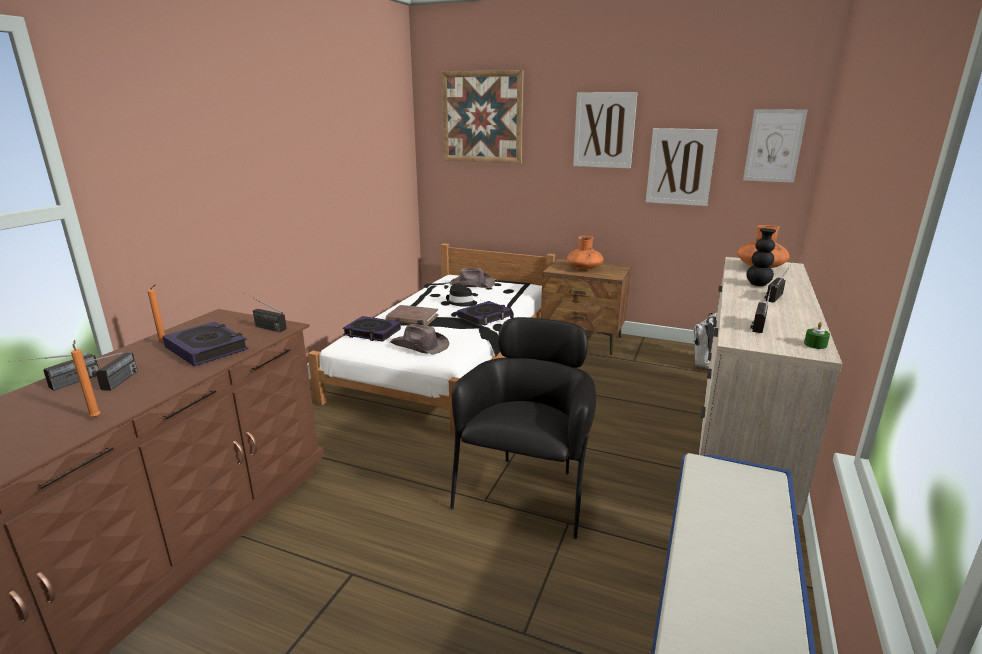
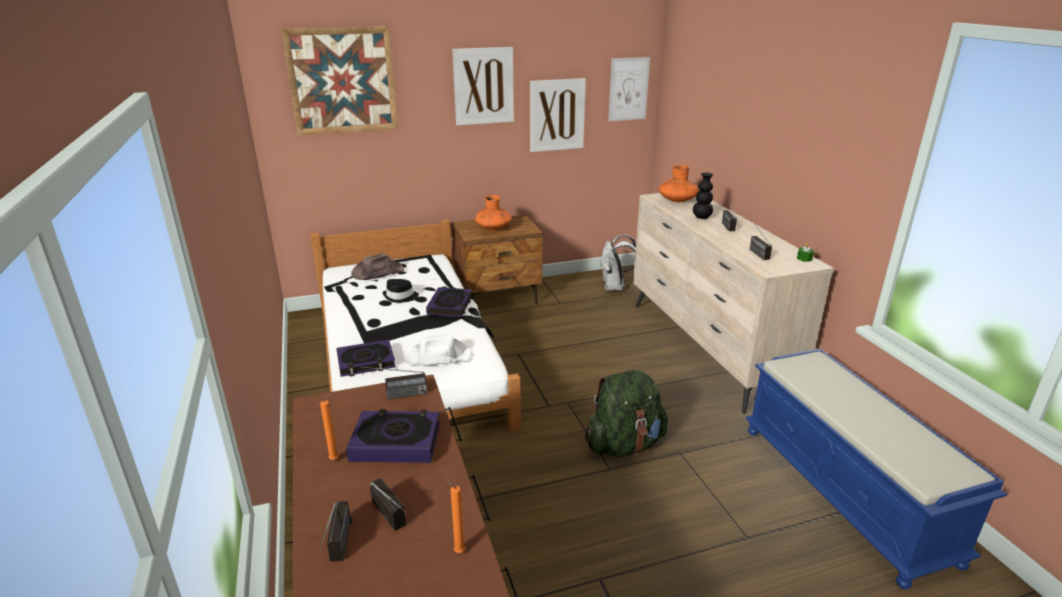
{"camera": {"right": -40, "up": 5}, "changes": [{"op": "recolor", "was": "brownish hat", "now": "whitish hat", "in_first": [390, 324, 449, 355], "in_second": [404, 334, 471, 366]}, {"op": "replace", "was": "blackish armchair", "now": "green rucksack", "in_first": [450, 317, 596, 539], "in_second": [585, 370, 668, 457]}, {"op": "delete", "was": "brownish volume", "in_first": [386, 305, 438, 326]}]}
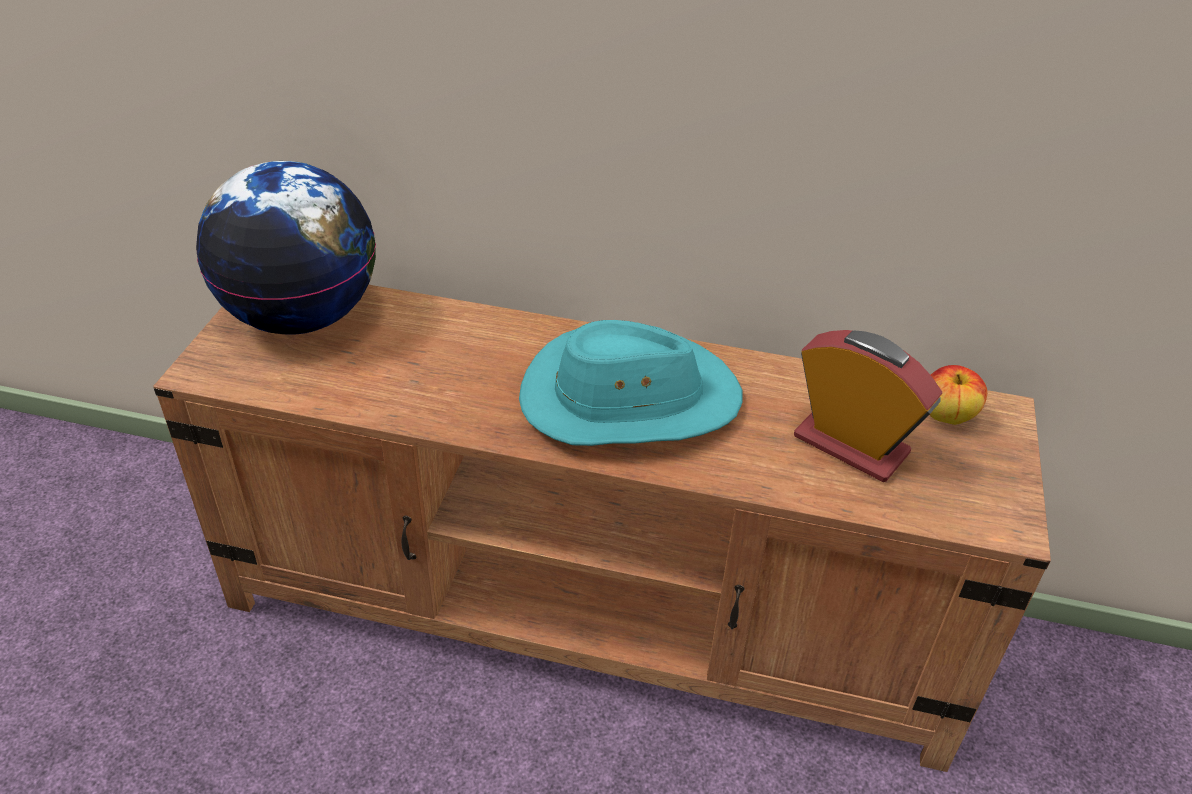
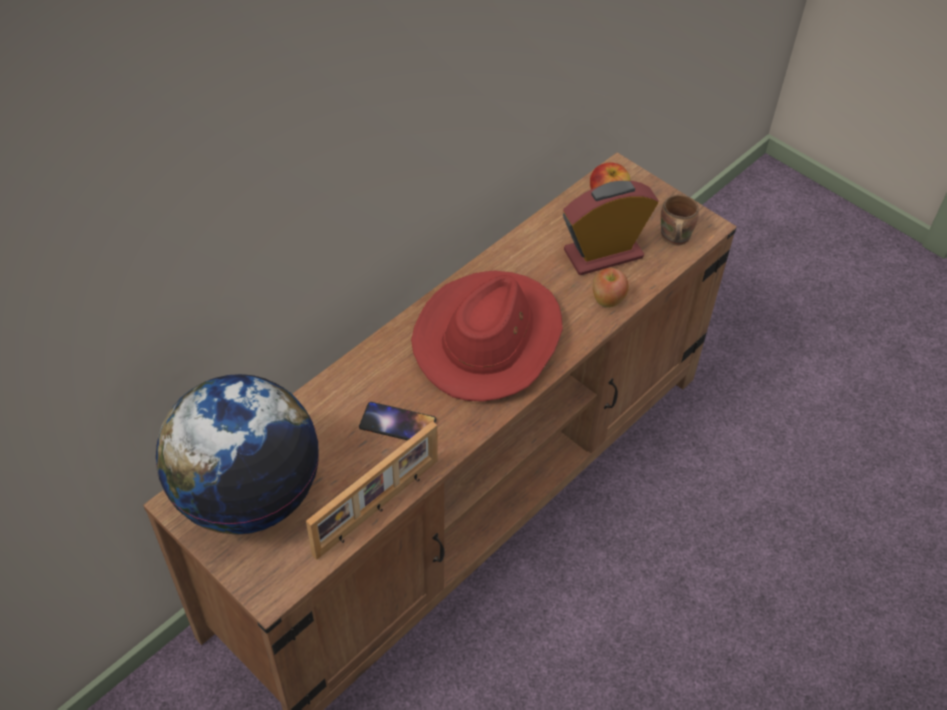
{"camera": {"right": -60, "up": 10}, "changes": [{"op": "insert", "now": "picture frame", "in_second": [306, 421, 438, 560]}, {"op": "insert", "now": "phone", "in_second": [359, 402, 436, 440]}, {"op": "recolor", "was": "turquoise-coloured hat", "now": "reddish hat", "in_first": [519, 320, 743, 446], "in_second": [411, 271, 563, 402]}, {"op": "insert", "now": "apple", "in_second": [593, 268, 629, 308]}, {"op": "insert", "now": "brownish tea mug", "in_second": [661, 195, 699, 245]}]}
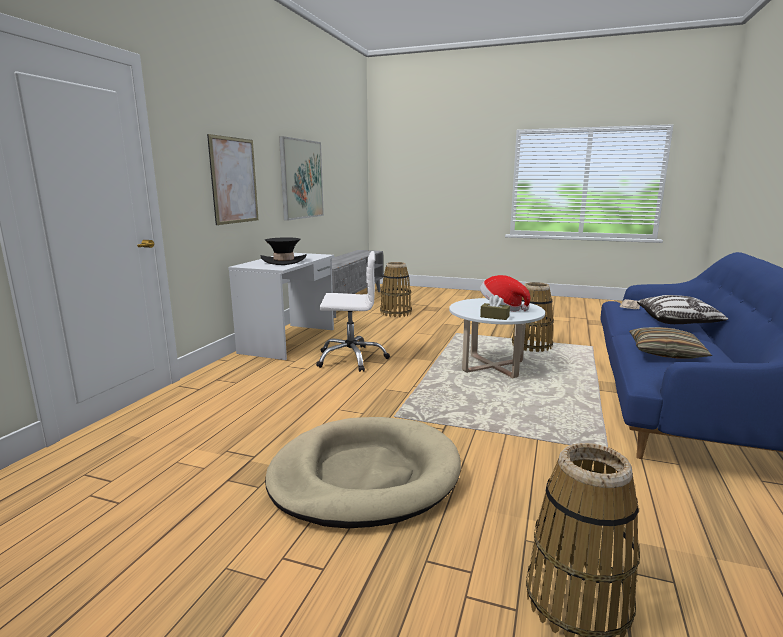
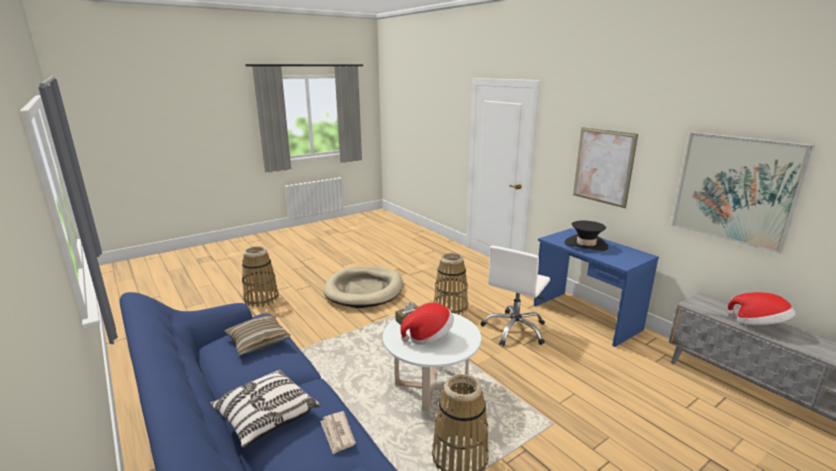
{"camera": {"right": 125, "up": 5}, "changes": [{"op": "move", "was": "household basket", "in_first": [380, 262, 412, 317], "in_second": [433, 253, 468, 315]}, {"op": "recolor", "was": "whitish desk", "now": "blue-coloured desk", "in_first": [228, 253, 334, 360], "in_second": [534, 228, 659, 347]}, {"op": "insert", "now": "hat", "in_second": [727, 292, 796, 325]}]}
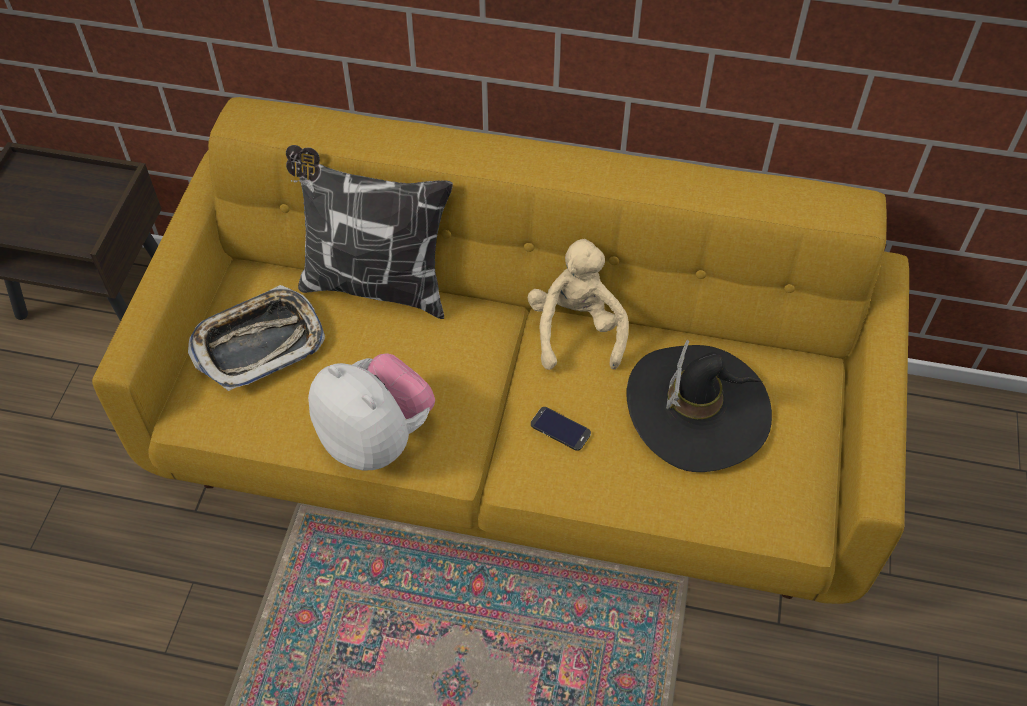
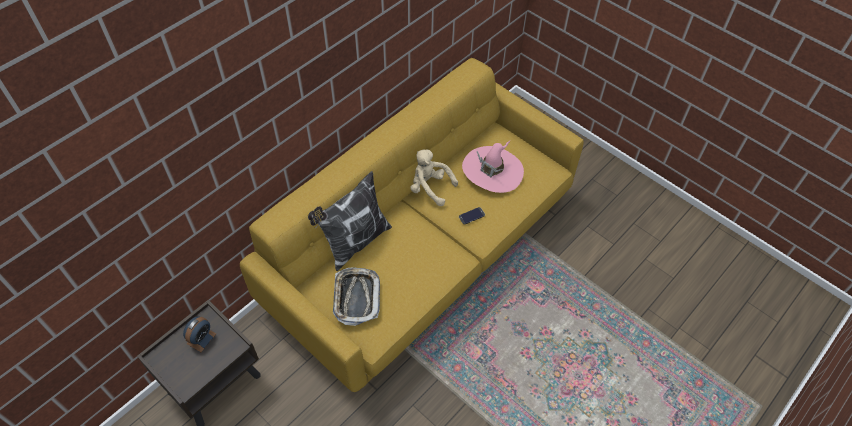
{"camera": {"right": -60, "up": 0}, "changes": [{"op": "insert", "now": "bedside clock", "in_second": [183, 317, 216, 352]}, {"op": "recolor", "was": "blackish hat", "now": "pinkish hat", "in_first": [627, 340, 772, 472], "in_second": [462, 140, 524, 193]}, {"op": "delete", "was": "cuddly toy", "in_first": [308, 353, 435, 470]}]}
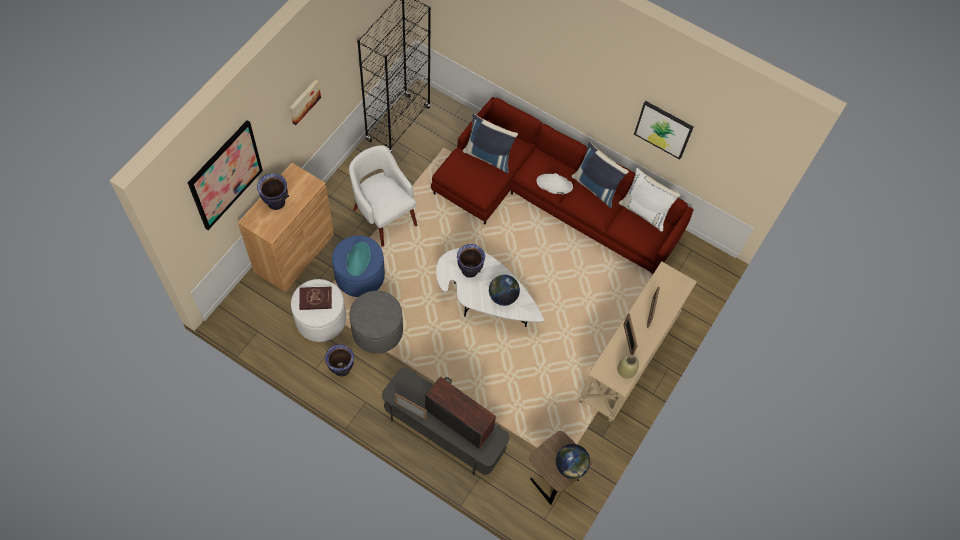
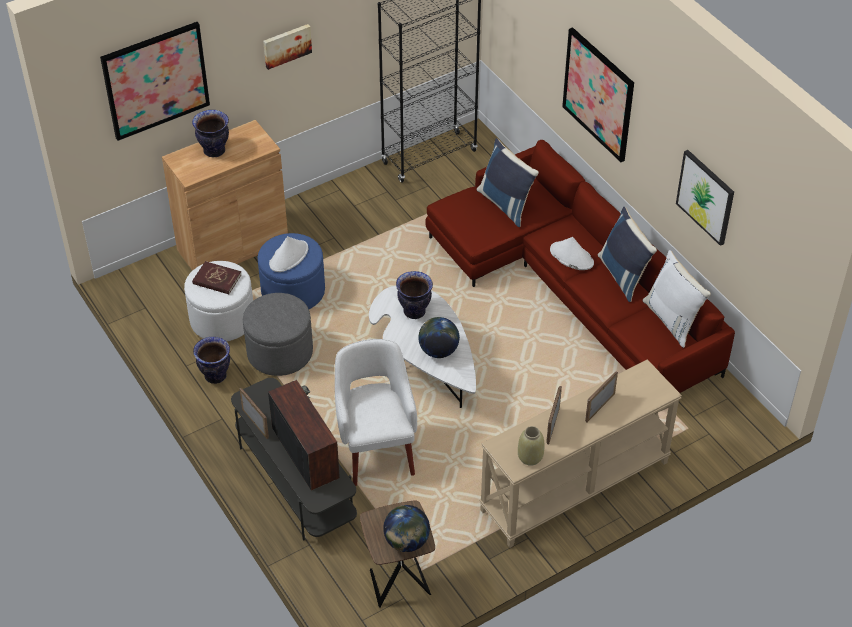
{"camera": {"right": 30, "up": -15}, "changes": [{"op": "recolor", "was": "turquoise-coloured hat", "now": "whitish hat", "in_first": [346, 242, 371, 276], "in_second": [269, 236, 308, 272]}, {"op": "move", "was": "whitish armchair", "in_first": [349, 145, 417, 247], "in_second": [335, 339, 417, 486]}, {"op": "insert", "now": "wall art", "in_second": [562, 27, 634, 162]}]}
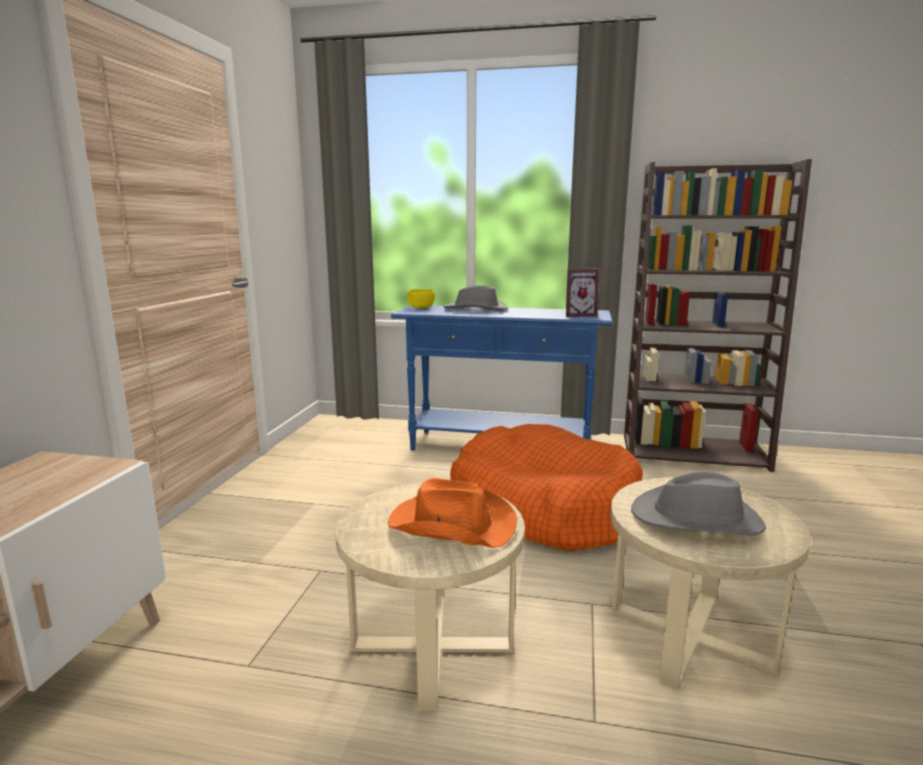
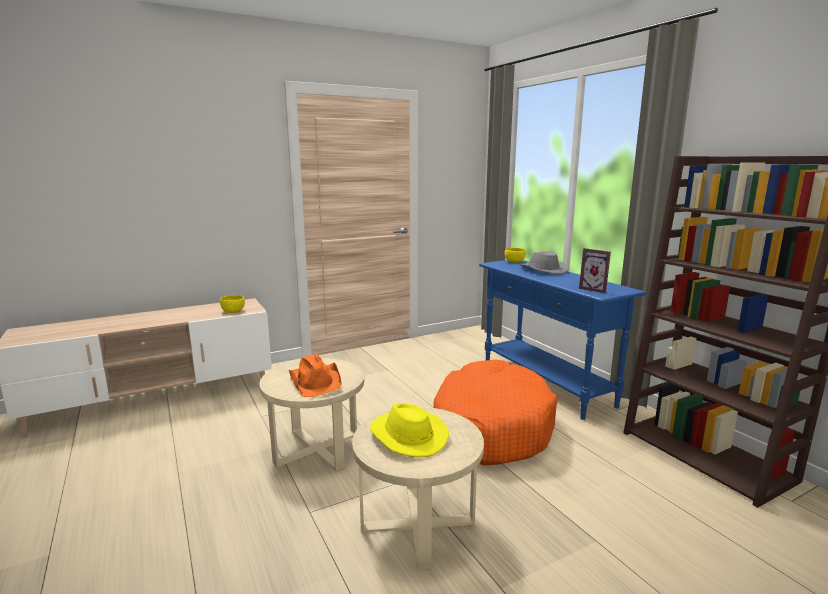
{"camera": {"right": 50, "up": 0}, "changes": [{"op": "insert", "now": "yellowish bowl", "in_second": [220, 295, 245, 313]}, {"op": "recolor", "was": "gray hat", "now": "yellowish hat", "in_first": [631, 472, 766, 536], "in_second": [370, 403, 449, 457]}]}
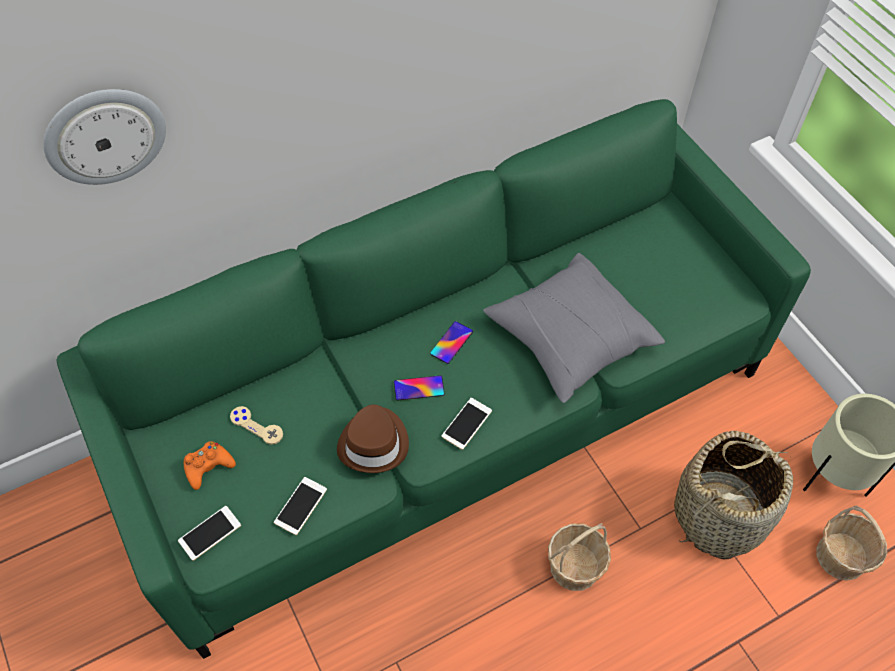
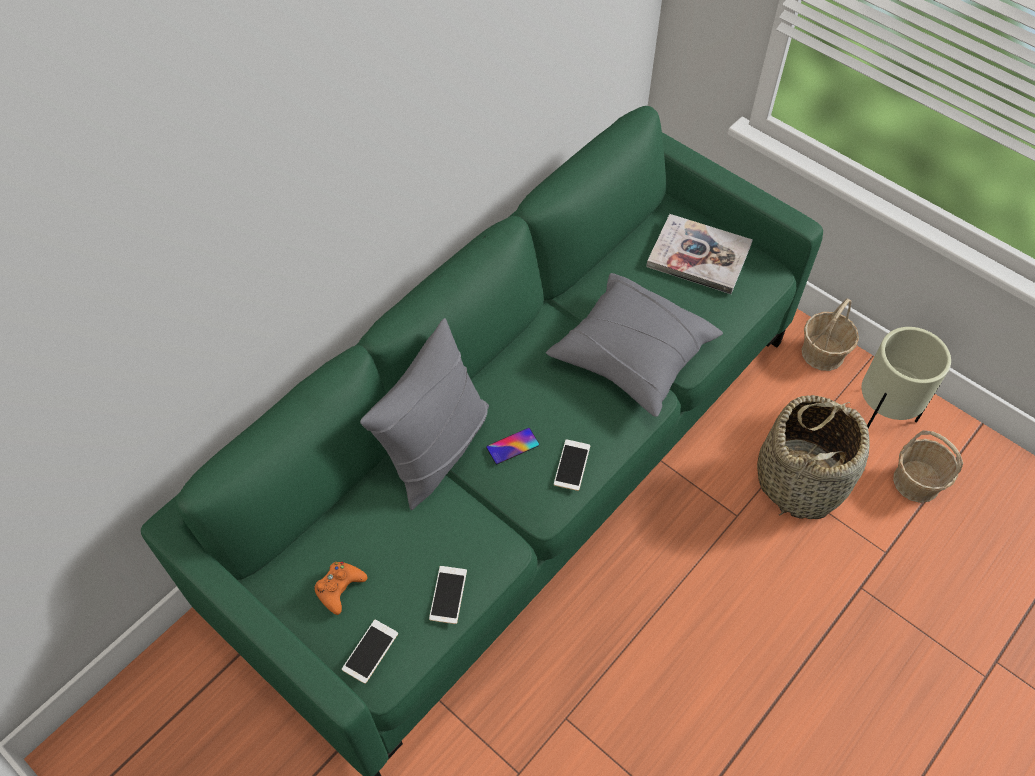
{"camera": {"right": -20, "up": 0}, "changes": [{"op": "insert", "now": "gray cushion", "in_second": [360, 318, 489, 510]}, {"op": "insert", "now": "volume", "in_second": [646, 214, 753, 294]}, {"op": "move", "was": "household basket", "in_first": [548, 523, 611, 591], "in_second": [801, 299, 859, 371]}, {"op": "delete", "was": "hanging clock", "in_first": [43, 89, 166, 185]}, {"op": "delete", "was": "beige-coloured game controller", "in_first": [230, 406, 283, 445]}, {"op": "delete", "was": "brownish hat", "in_first": [337, 405, 409, 473]}, {"op": "delete", "was": "phone", "in_first": [430, 321, 473, 364]}]}
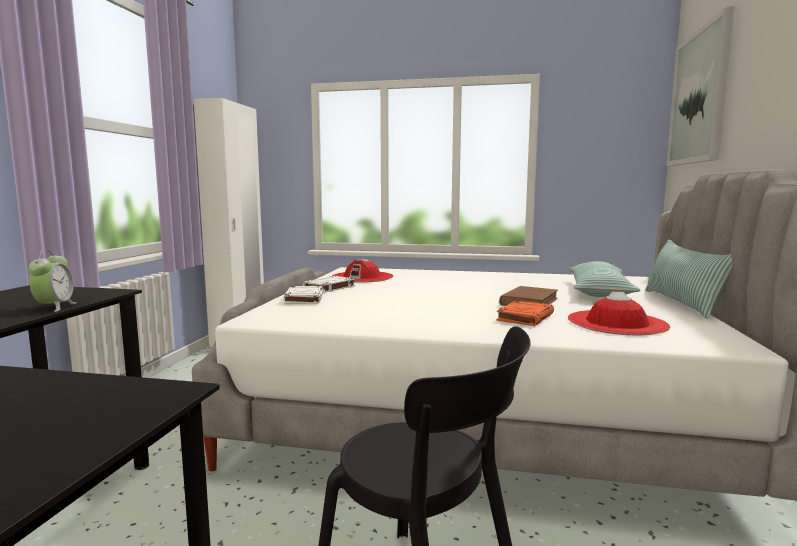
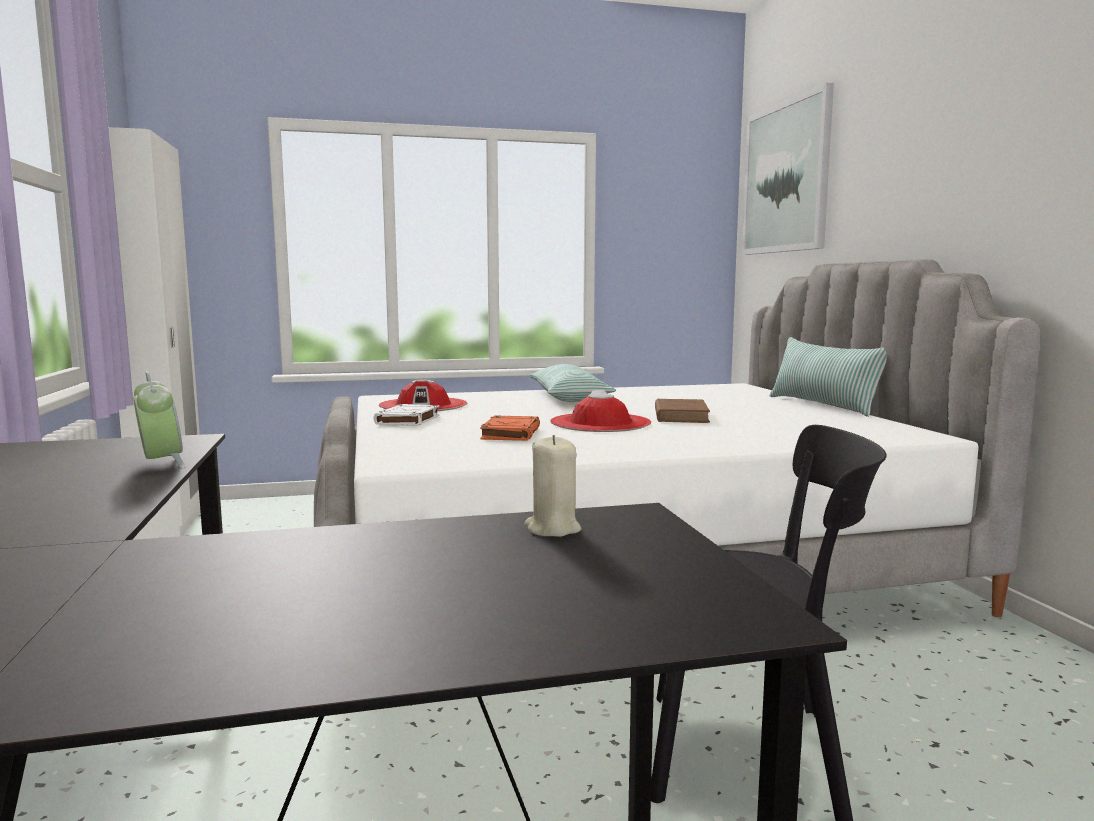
{"camera": {"right": -25, "up": 0}, "changes": [{"op": "move", "was": "orange volume", "in_first": [496, 300, 554, 326], "in_second": [480, 415, 540, 441]}, {"op": "insert", "now": "beige-coloured candle", "in_second": [524, 435, 582, 537]}, {"op": "move", "was": "cushion", "in_first": [569, 261, 640, 297], "in_second": [530, 364, 616, 402]}, {"op": "move", "was": "reddish hat", "in_first": [568, 292, 670, 335], "in_second": [550, 390, 651, 432]}, {"op": "delete", "was": "whitish volume", "in_first": [284, 286, 324, 304]}]}
